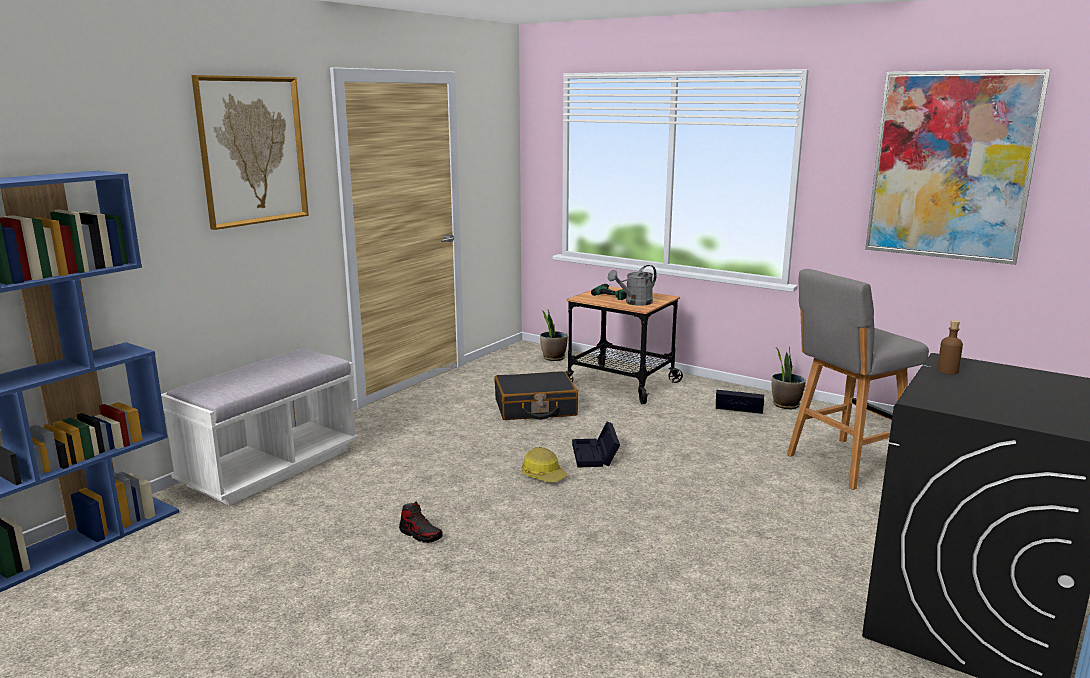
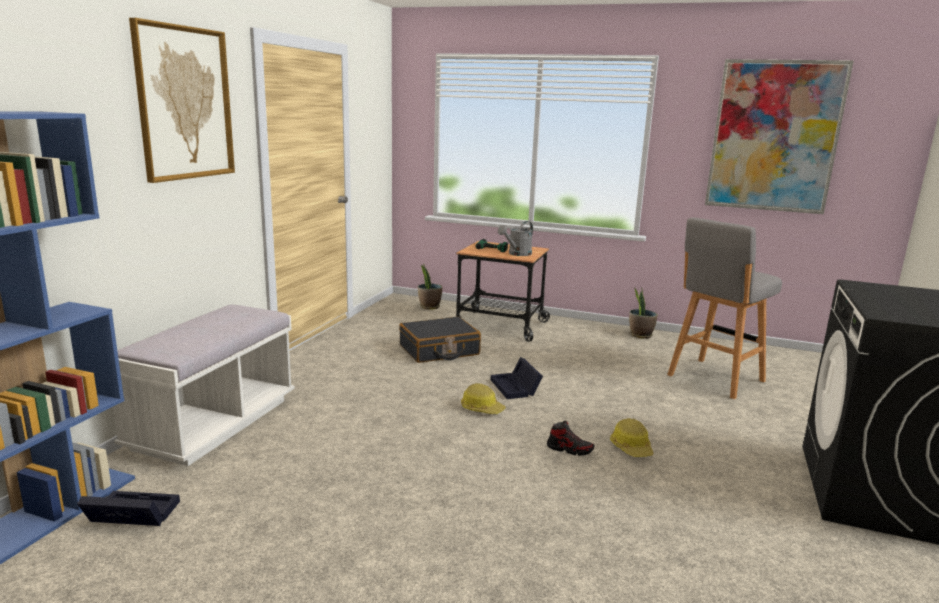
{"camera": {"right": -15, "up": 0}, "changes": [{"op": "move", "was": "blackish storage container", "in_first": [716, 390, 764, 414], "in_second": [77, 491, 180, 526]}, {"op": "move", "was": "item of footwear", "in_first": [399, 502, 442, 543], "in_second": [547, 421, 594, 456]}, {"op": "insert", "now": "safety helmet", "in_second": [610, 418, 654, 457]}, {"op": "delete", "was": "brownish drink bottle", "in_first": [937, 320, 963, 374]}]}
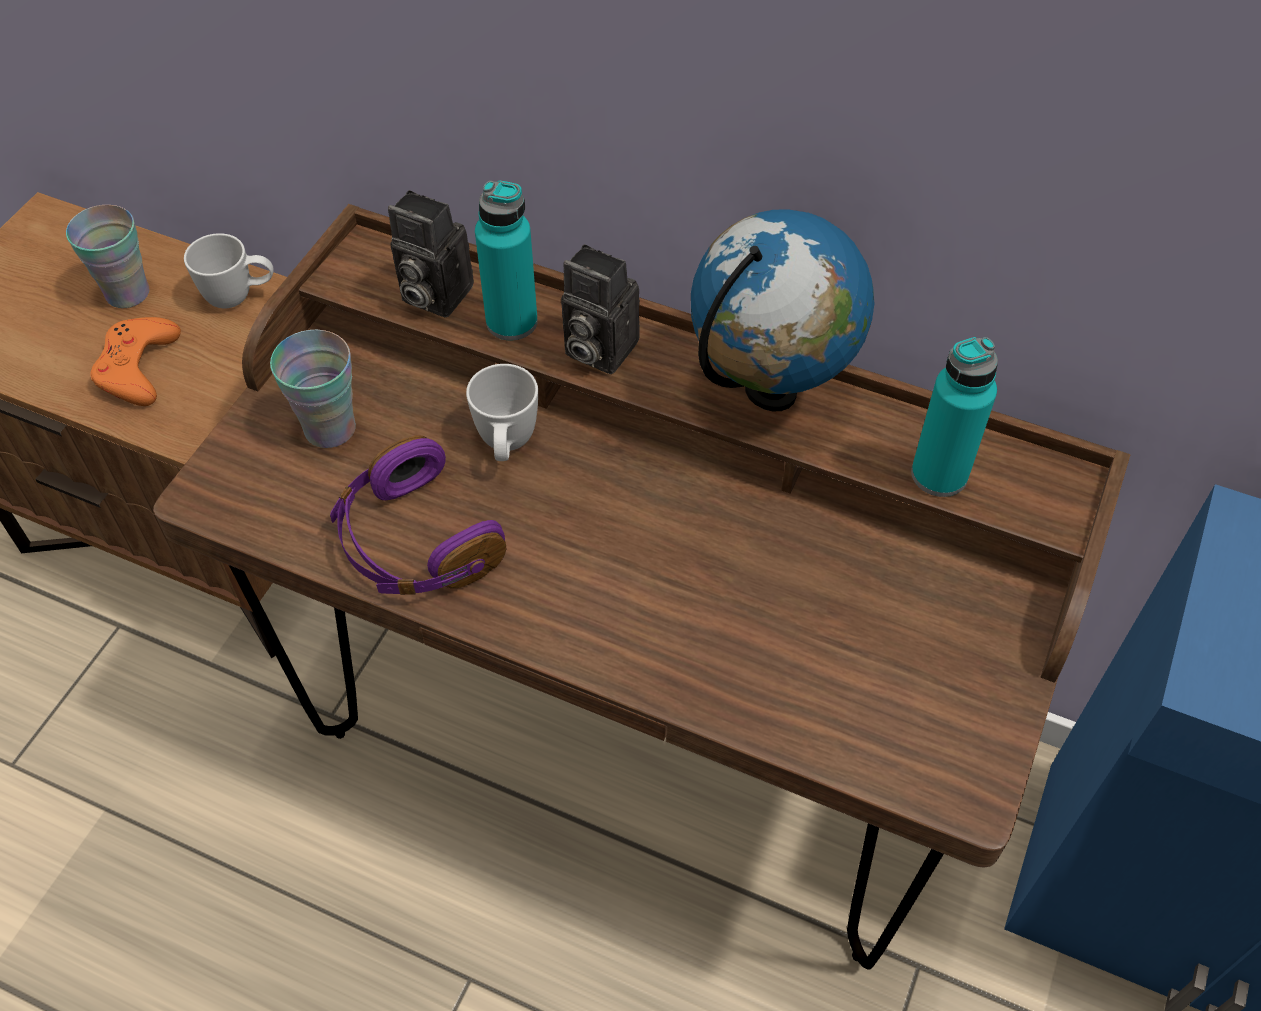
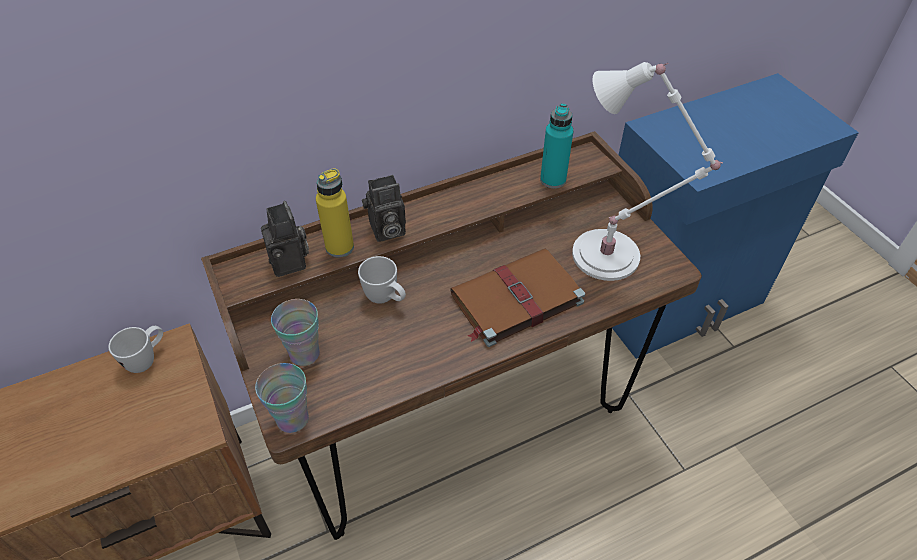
{"camera": {"right": -50, "up": -5}, "changes": [{"op": "move", "was": "drinking cup", "in_first": [66, 205, 150, 308], "in_second": [255, 363, 309, 433]}, {"op": "rotate", "was": "photo camera", "in_first": [388, 190, 474, 318], "in_second": [261, 201, 309, 277], "clockwise": -90}, {"op": "recolor", "was": "turquoise-coloured drink bottle", "now": "yellowish drink bottle", "in_first": [475, 180, 538, 341], "in_second": [316, 169, 354, 257]}, {"op": "insert", "now": "brownish volume", "in_second": [450, 249, 585, 347]}, {"op": "insert", "now": "whitish table lamp", "in_second": [572, 62, 723, 281]}, {"op": "delete", "was": "orange game controller", "in_first": [90, 317, 181, 406]}, {"op": "delete", "was": "purple-coloured headset", "in_first": [330, 435, 507, 595]}, {"op": "delete", "was": "world globe", "in_first": [691, 209, 874, 411]}]}
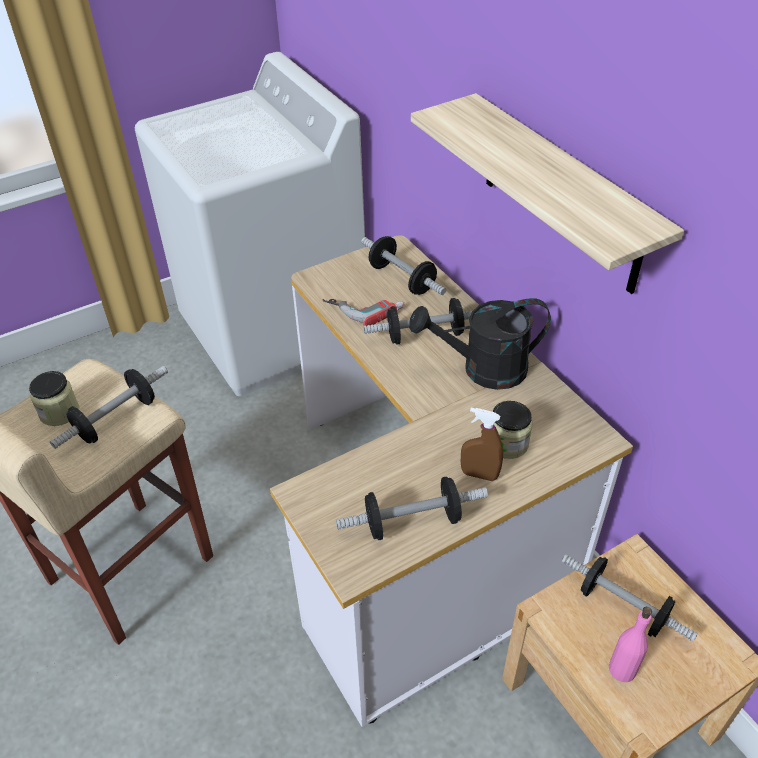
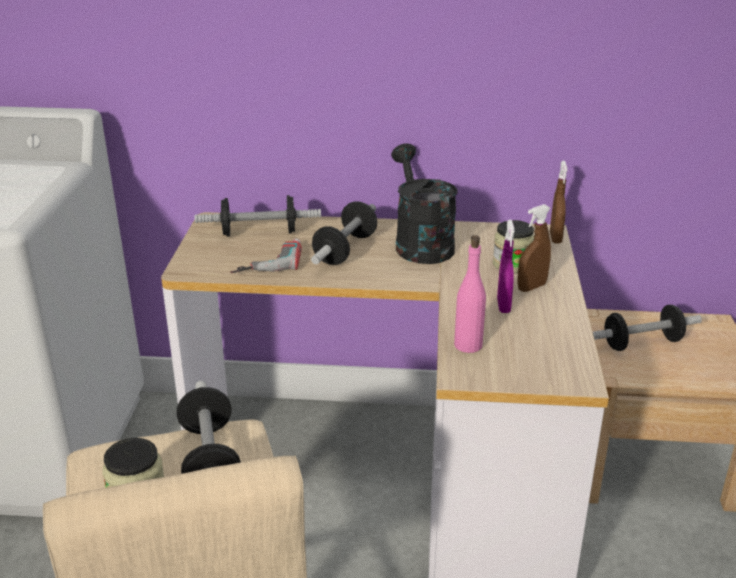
{"camera": {"right": -55, "up": -15}, "changes": [{"op": "rotate", "was": "blackish sprinkling can", "in_first": [409, 298, 551, 390], "in_second": [391, 143, 458, 264], "clockwise": 135}, {"op": "move", "was": "pinkish drink bottle", "in_first": [609, 607, 652, 682], "in_second": [454, 235, 486, 353]}, {"op": "insert", "now": "purple-coloured spray bottle", "in_second": [497, 220, 515, 313]}, {"op": "insert", "now": "brownish spray bottle", "in_second": [550, 161, 568, 243]}, {"op": "delete", "was": "free weight", "in_first": [336, 477, 488, 540]}, {"op": "delete", "was": "wall shelf", "in_first": [411, 93, 684, 294]}]}
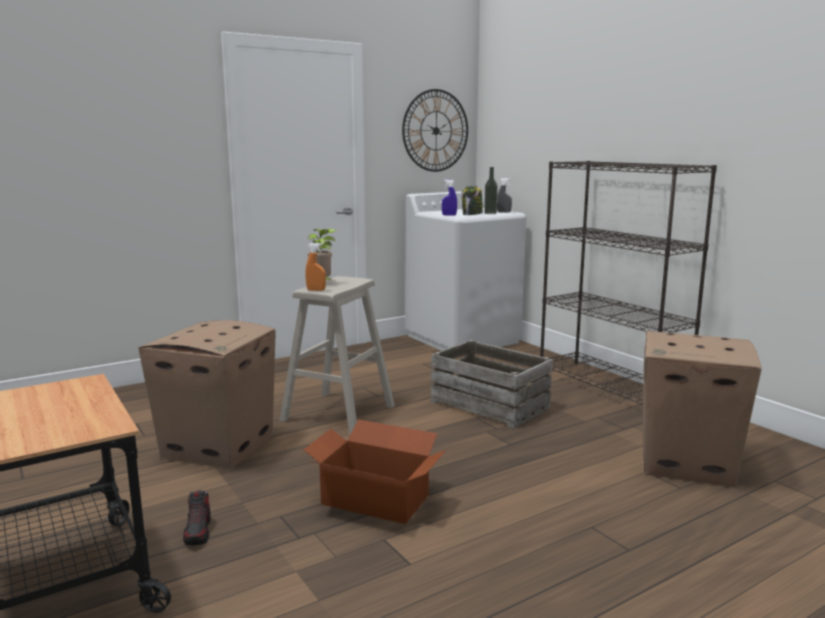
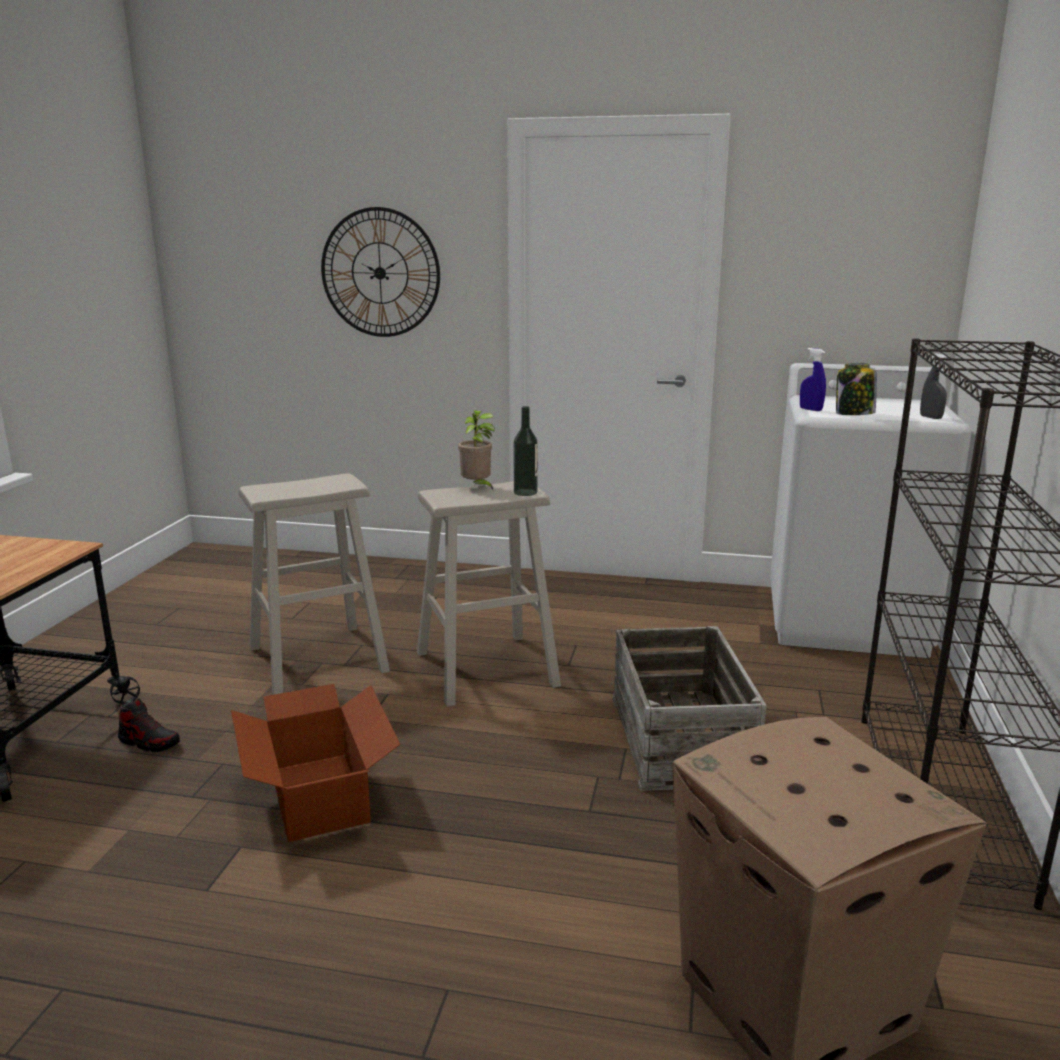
{"camera": {"right": 45, "up": 5}, "changes": [{"op": "rotate", "was": "item of footwear", "in_first": [183, 490, 211, 545], "in_second": [118, 699, 180, 752], "clockwise": -105}, {"op": "replace", "was": "packing box", "now": "beige-coloured stool seat", "in_first": [138, 320, 276, 469], "in_second": [239, 473, 390, 695]}, {"op": "move", "was": "hanging clock", "in_first": [402, 89, 468, 172], "in_second": [321, 207, 440, 337]}, {"op": "move", "was": "drink bottle", "in_first": [484, 167, 498, 214], "in_second": [513, 406, 538, 496]}, {"op": "delete", "was": "orange spray bottle", "in_first": [305, 243, 326, 291]}]}
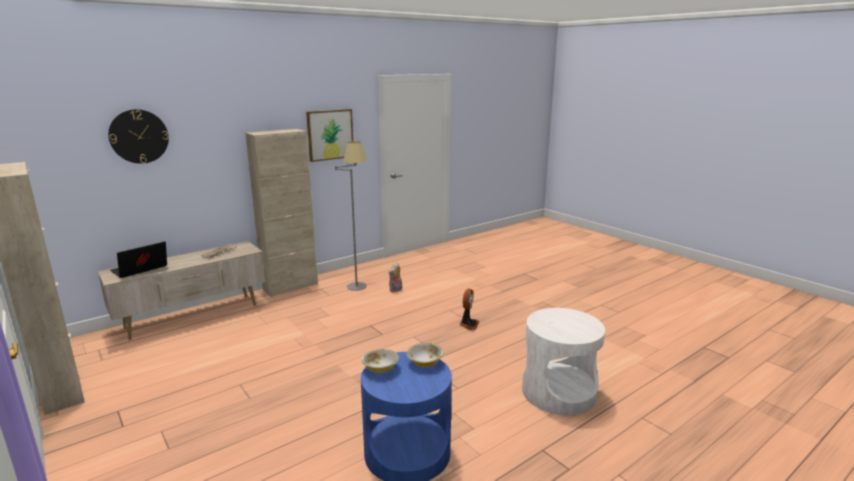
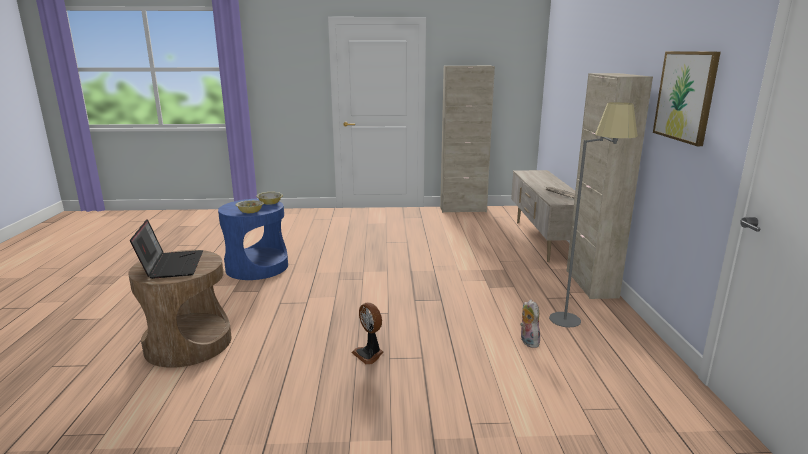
{"camera": {"right": 125, "up": 0}, "changes": [{"op": "recolor", "was": "whitish end table", "now": "brownish end table", "in_first": [522, 308, 605, 415], "in_second": [128, 250, 231, 368]}, {"op": "move", "was": "laptop", "in_first": [110, 241, 167, 278], "in_second": [130, 219, 203, 279]}, {"op": "delete", "was": "hanging clock", "in_first": [108, 109, 169, 164]}]}
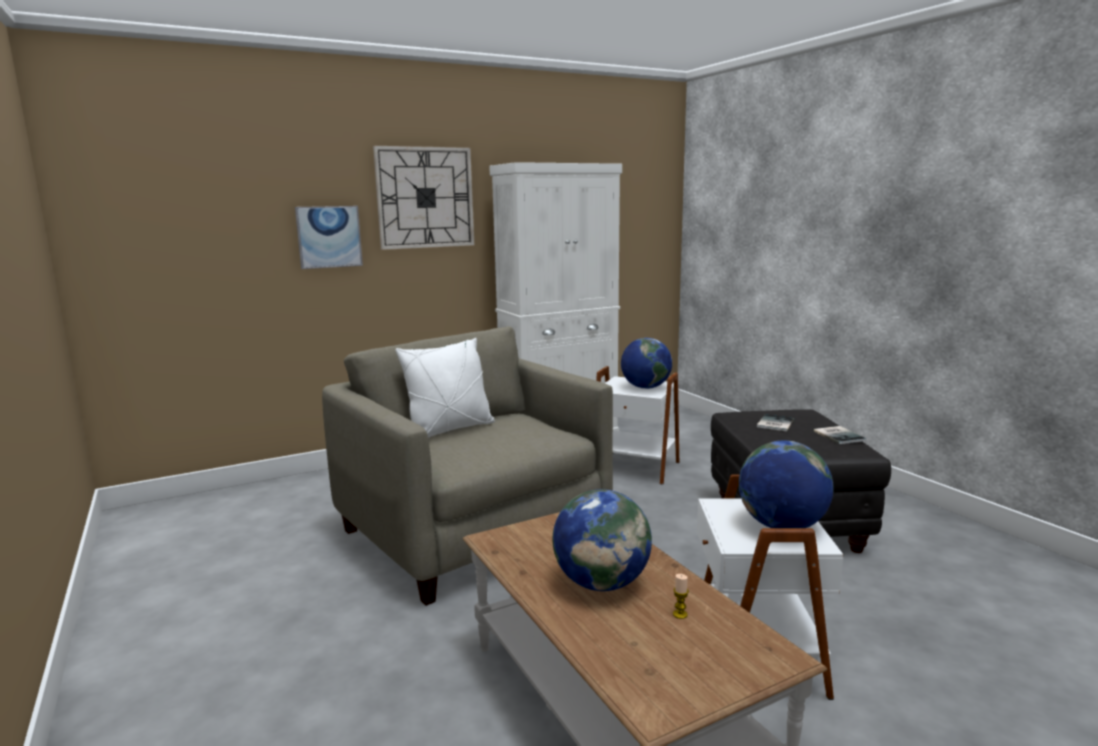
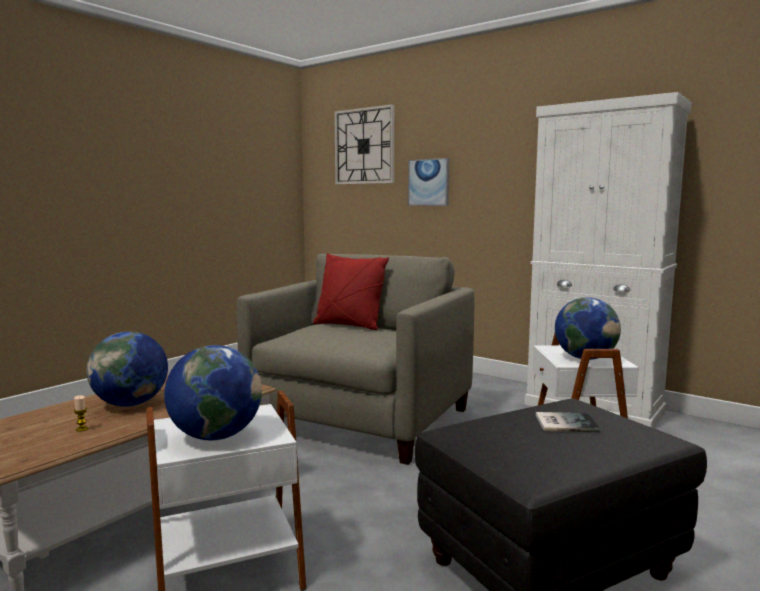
{"camera": {"right": 65, "up": -5}, "changes": [{"op": "recolor", "was": "whitish cushion", "now": "reddish cushion", "in_first": [395, 338, 495, 438], "in_second": [313, 253, 389, 330]}, {"op": "move", "was": "hanging clock", "in_first": [373, 146, 474, 250], "in_second": [334, 104, 394, 184]}, {"op": "delete", "was": "volume", "in_first": [814, 426, 866, 444]}]}
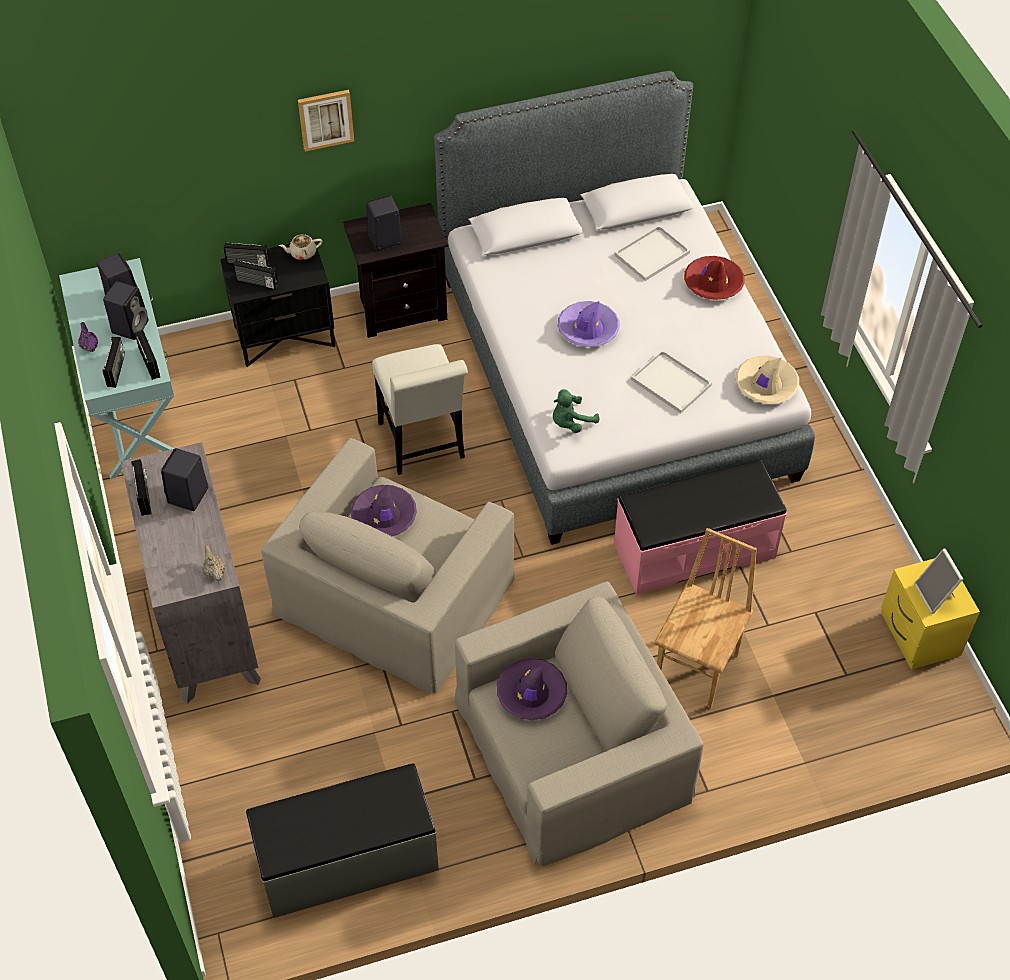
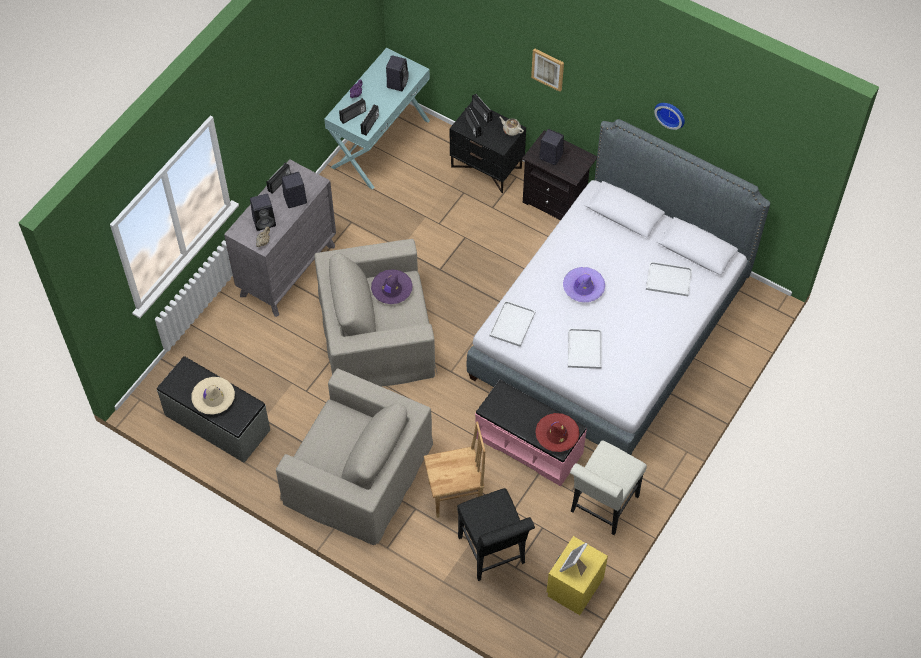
{"camera": {"right": 50, "up": 5}, "changes": [{"op": "move", "was": "beige-coloured hat", "in_first": [736, 356, 799, 404], "in_second": [191, 377, 235, 415]}, {"op": "move", "was": "blackish loudspeaker", "in_first": [103, 281, 149, 340], "in_second": [250, 194, 276, 231]}, {"op": "insert", "now": "blackish plain chair", "in_second": [457, 488, 535, 581]}, {"op": "replace", "was": "green cuddly toy", "now": "whitish carrying tray", "in_first": [553, 389, 599, 433], "in_second": [489, 301, 536, 347]}, {"op": "move", "was": "reddish hat", "in_first": [684, 256, 745, 300], "in_second": [535, 413, 580, 452]}, {"op": "move", "was": "whitish plain chair", "in_first": [372, 344, 468, 475], "in_second": [570, 441, 647, 535]}, {"op": "insert", "now": "hanging clock", "in_second": [654, 103, 685, 130]}, {"op": "delete", "was": "purple-coloured hat", "in_first": [497, 658, 567, 720]}]}
